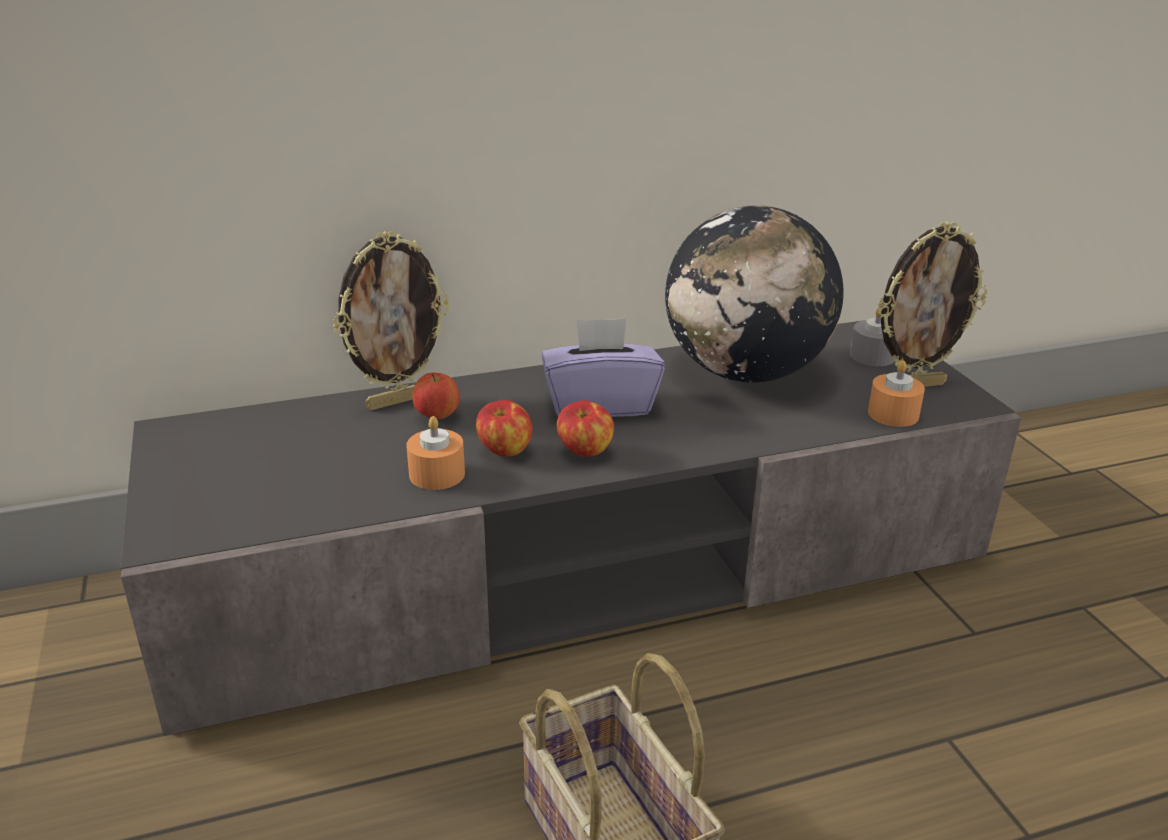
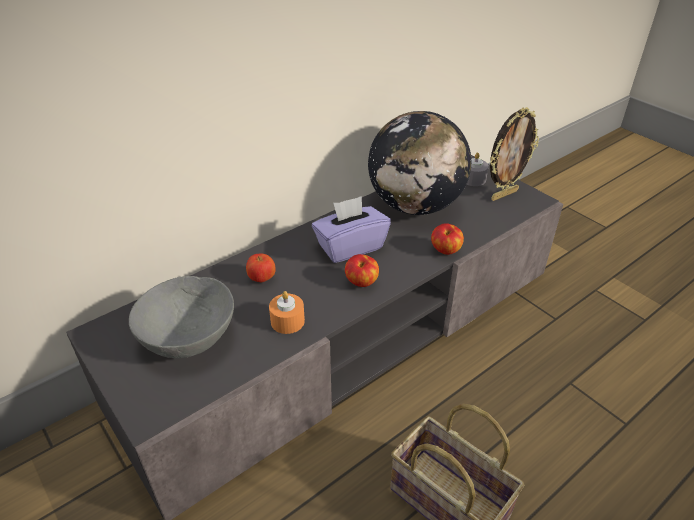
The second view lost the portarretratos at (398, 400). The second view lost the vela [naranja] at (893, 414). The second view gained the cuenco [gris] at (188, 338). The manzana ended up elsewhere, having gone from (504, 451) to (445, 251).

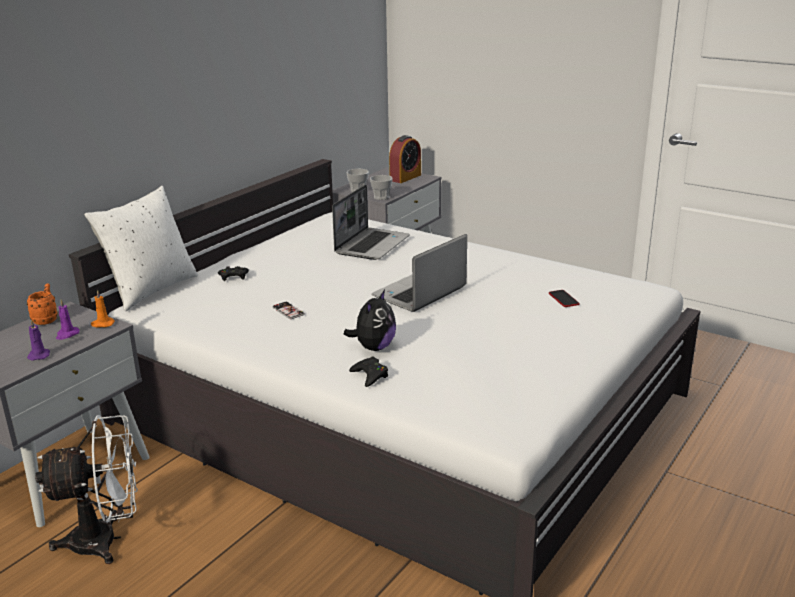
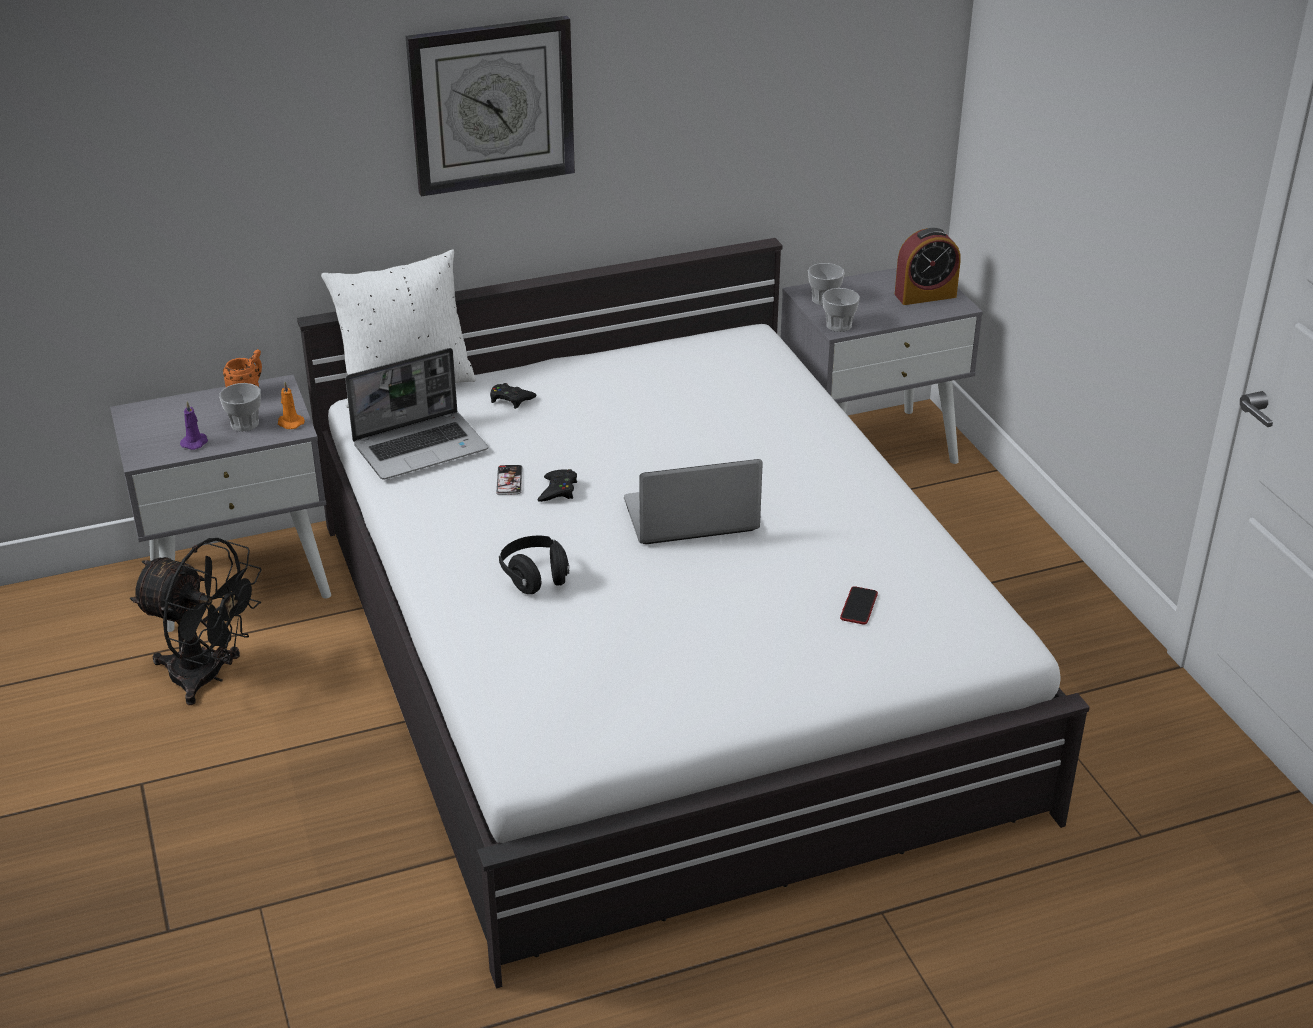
The second view gained the reloj de pared at (491, 105). The portátil ended up elsewhere, having gone from (372, 245) to (421, 447). The mando de consola [negro] ended up elsewhere, having gone from (370, 375) to (558, 490). Where the vela [morado] stood at (67, 334), the taza came to stand at (244, 424). Where the peluche stood at (374, 347), the auriculares [negro] came to stand at (535, 577). What was the ventilador [blanco] at (106, 540) turned into the ventilador [negro] at (208, 677).

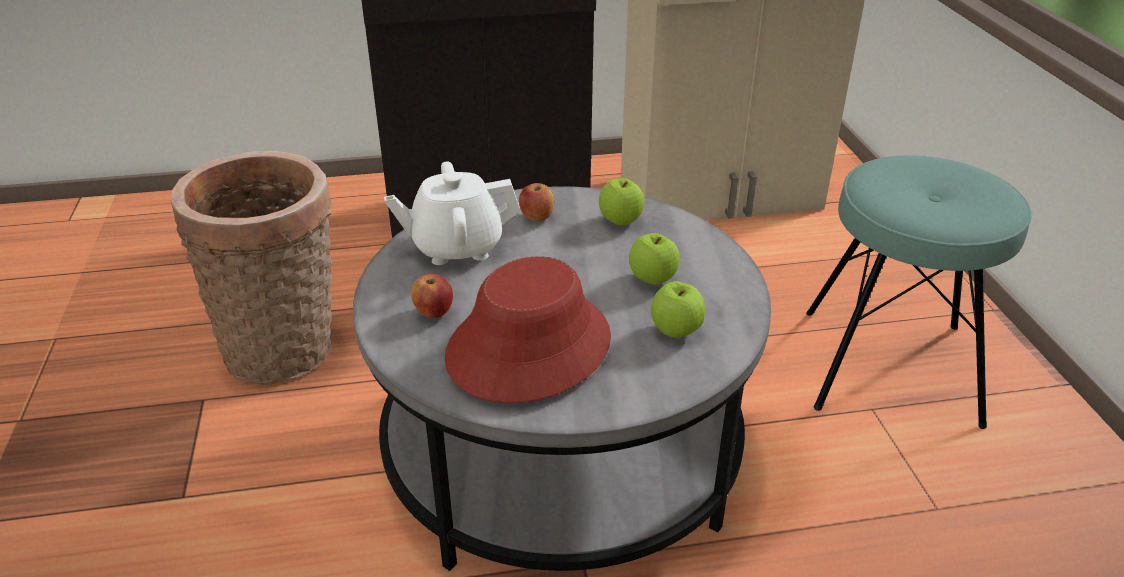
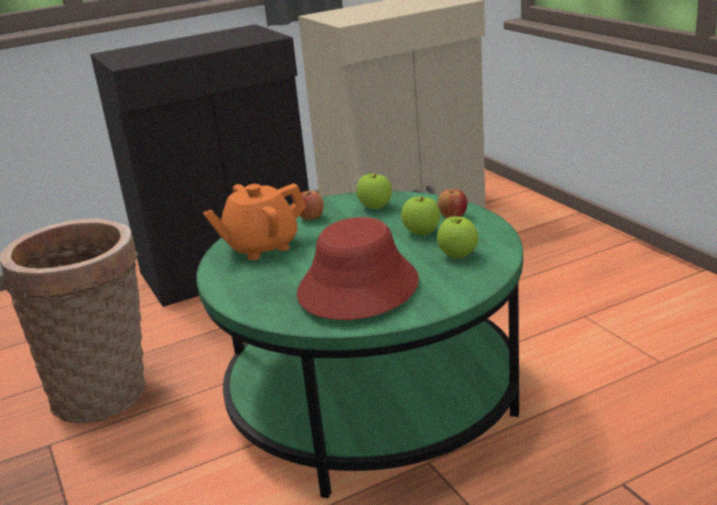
The second view lost the taburete [turquesa] at (889, 366). The manzana ended up elsewhere, having gone from (434, 312) to (453, 217). What was the mesa de centro [gris] at (561, 449) turned into the mesa de centro [verde] at (372, 398). What was the tetera [blanco] at (456, 247) turned into the tetera [naranja] at (261, 247).

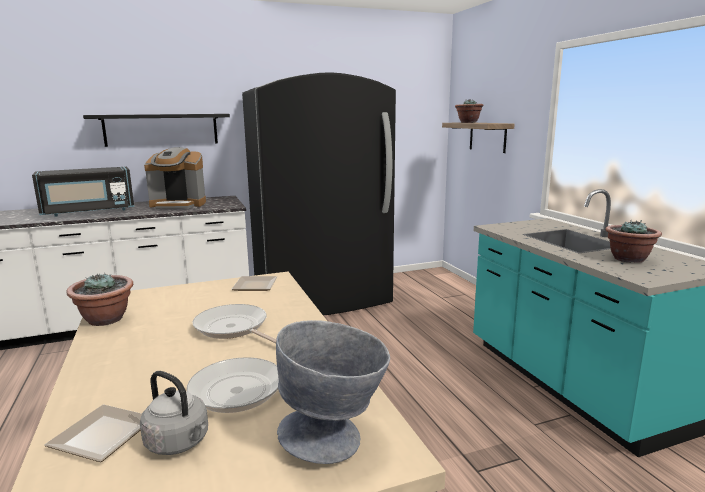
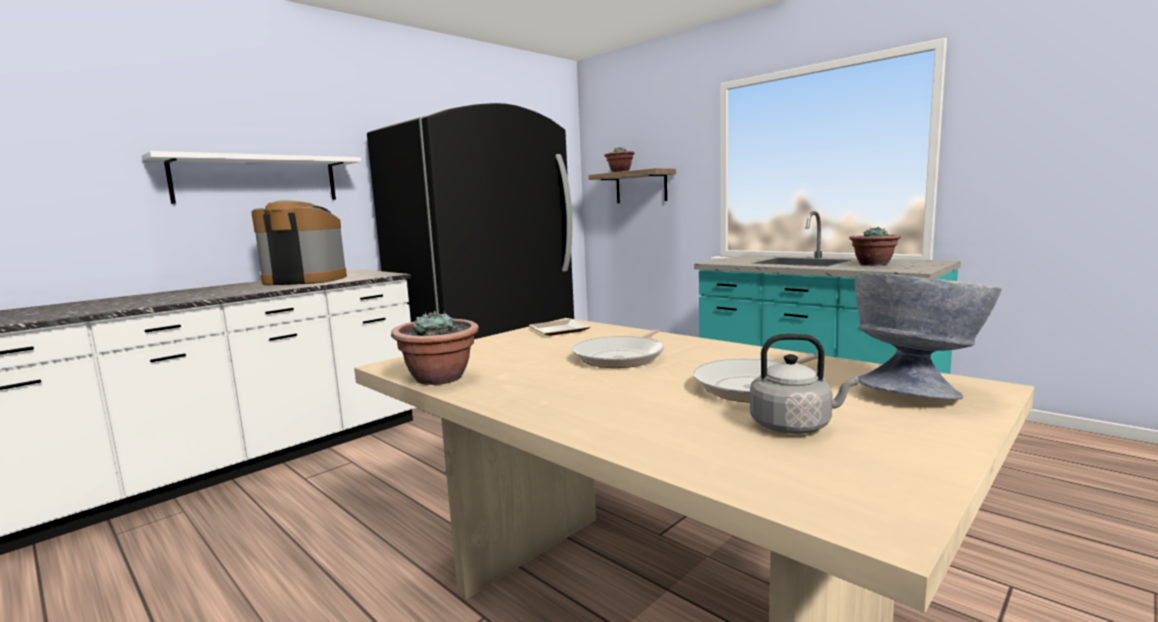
The second view lost the microondas [negro] at (88, 211). The second view lost the plato at (99, 437). What was the estante [negro] at (161, 129) turned into the estante [blanco] at (257, 180). The cafetera at (178, 205) ended up facing another way, 150 degrees counterclockwise from before. The sartén at (233, 328) ended up facing another way, 75 degrees counterclockwise from before.

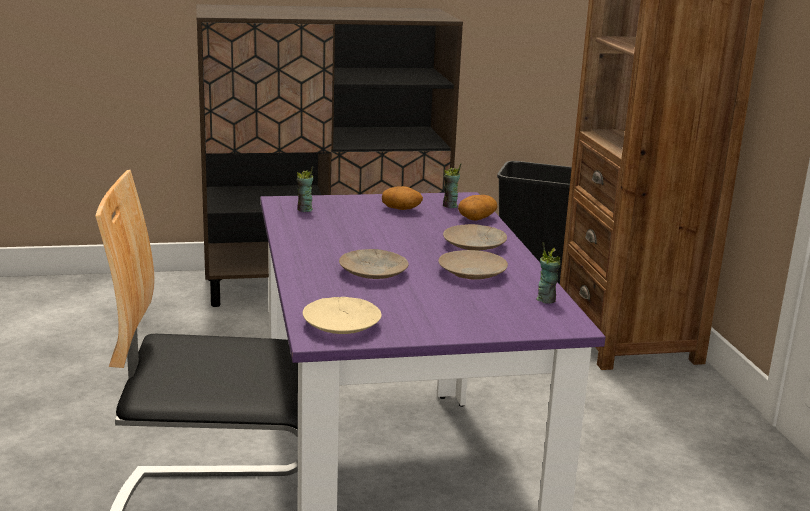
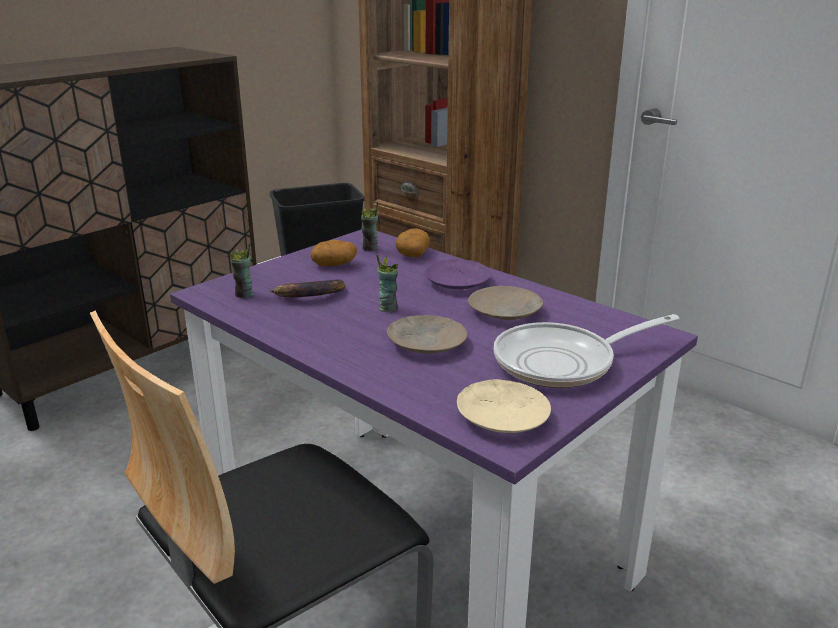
The second view gained the plátano at (308, 296). The second view gained the sartén at (563, 362). The taza ended up elsewhere, having gone from (546, 299) to (388, 308). What was the plato [beis] at (475, 245) turned into the plato [morado] at (458, 281).

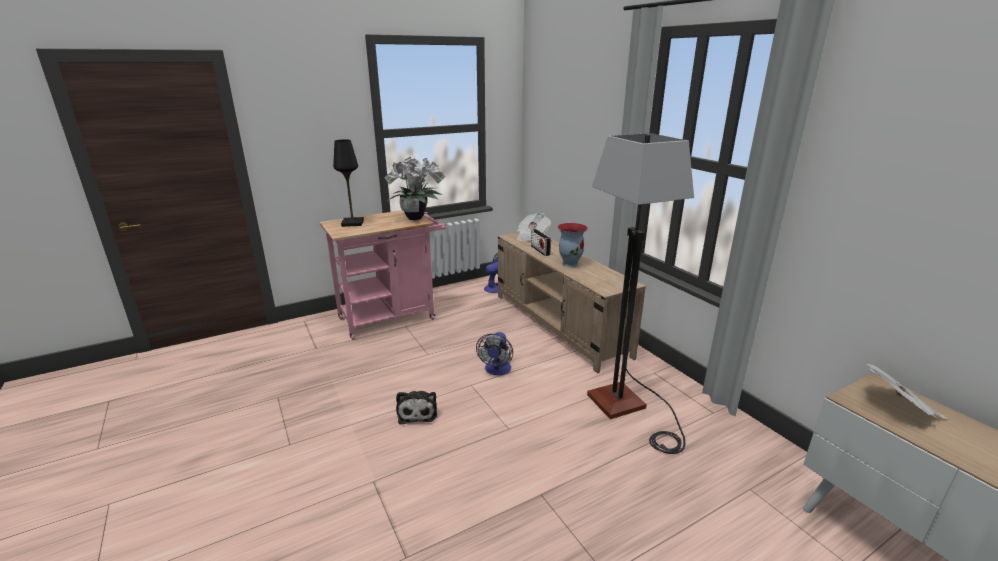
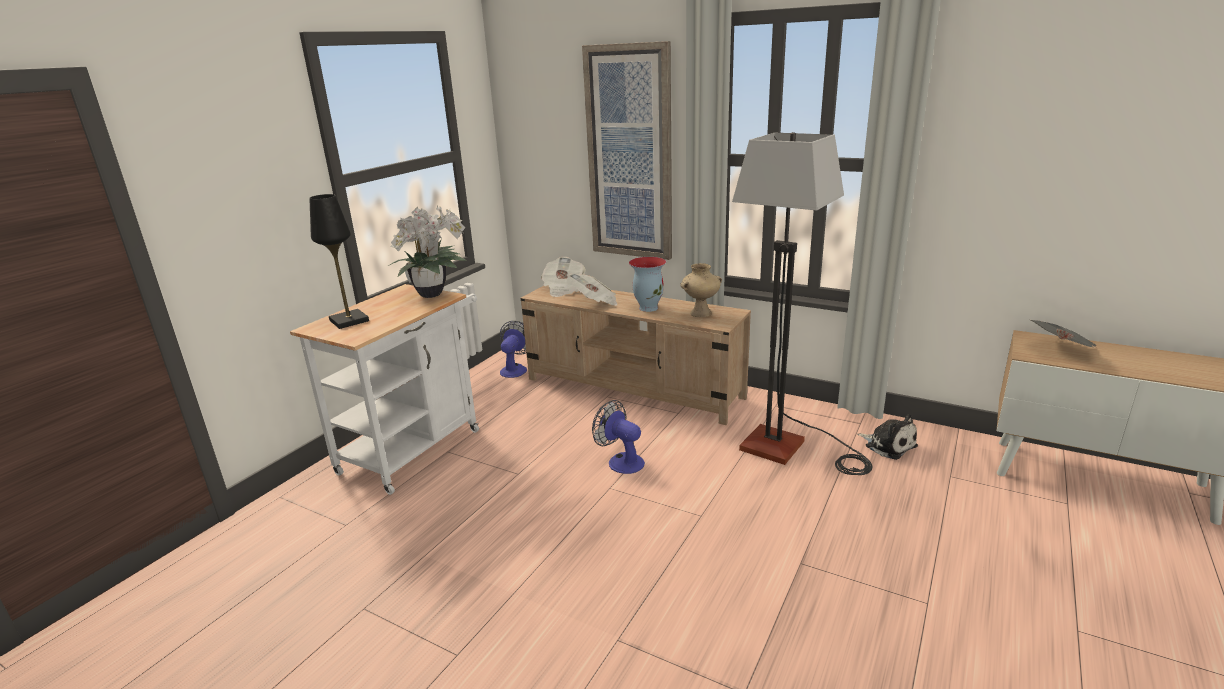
The second view gained the cuadro at (630, 154). The second view gained the florero [beis] at (701, 313). The peluche ended up elsewhere, having gone from (417, 412) to (888, 445). Where the radio stood at (540, 250), the periódico came to stand at (595, 302). What was the carrito [rosa] at (392, 317) turned into the carrito [blanco] at (416, 446). The ventilador at (497, 370) ended up facing another way, 150 degrees clockwise from before.

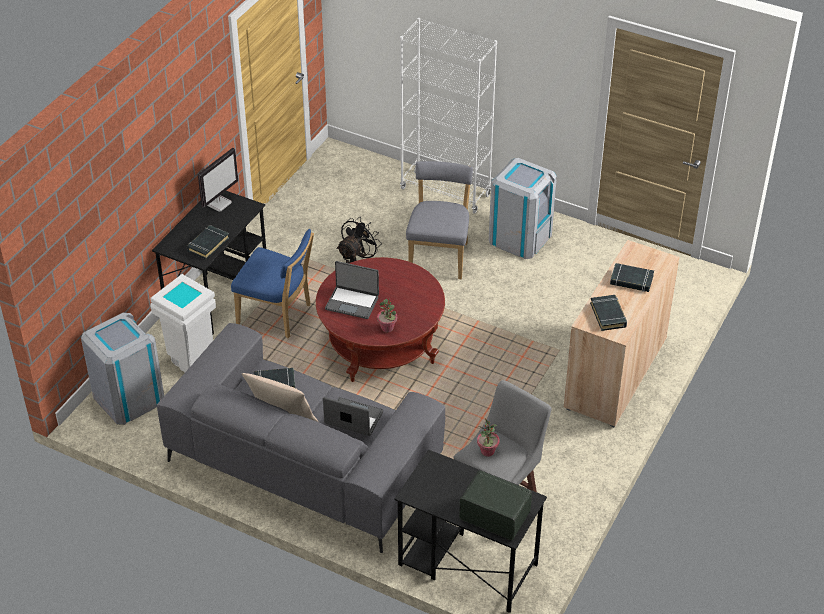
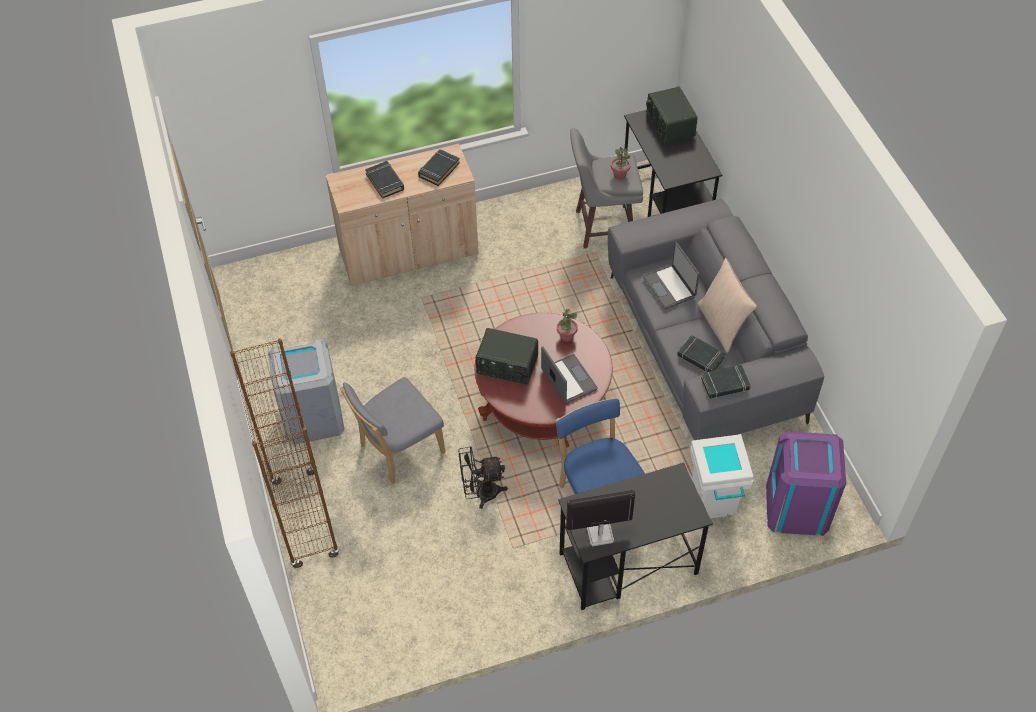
The second view gained the radio at (507, 366). The libro [negro] ended up elsewhere, having gone from (207, 244) to (725, 384). What was the papelera [gris] at (128, 398) turned into the papelera [morado] at (797, 507). What was the estantería [blanco] at (445, 192) turned into the estantería [marrón] at (305, 519).

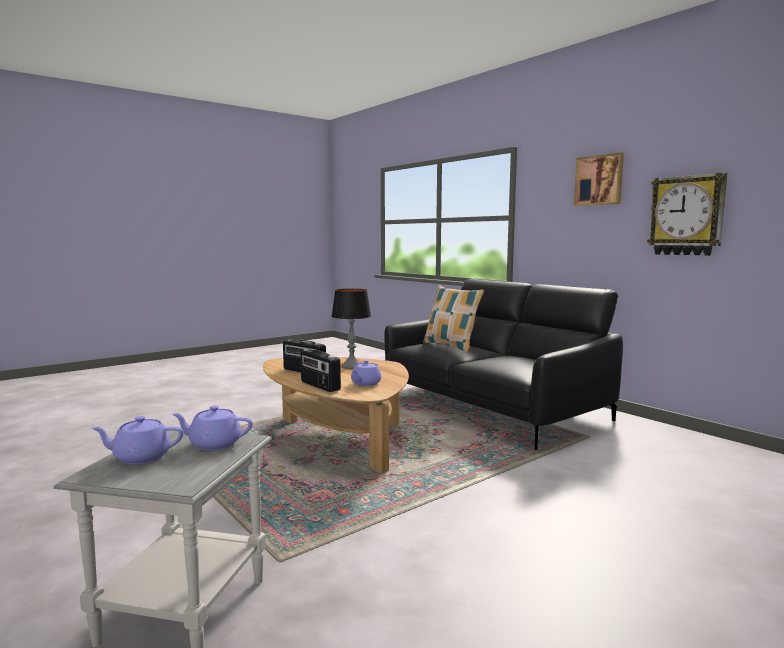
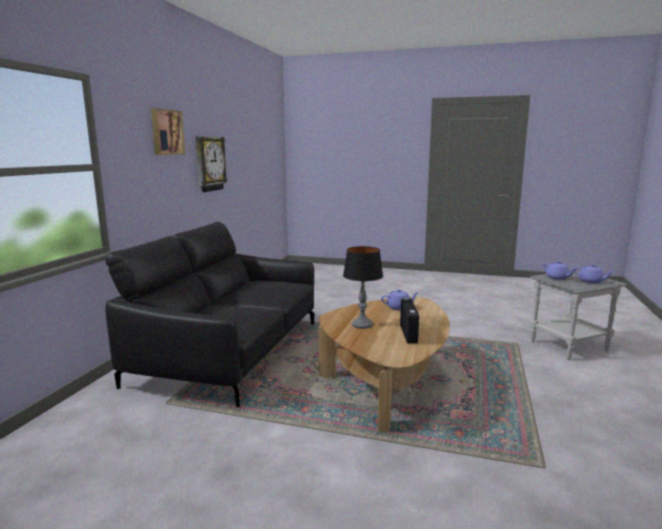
The second view lost the radio at (319, 386). The second view lost the cojín at (451, 346).

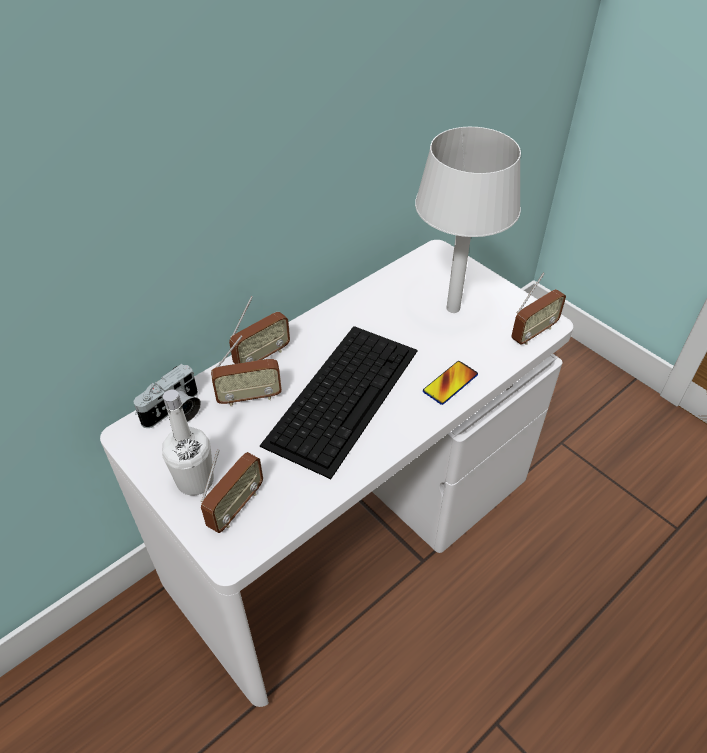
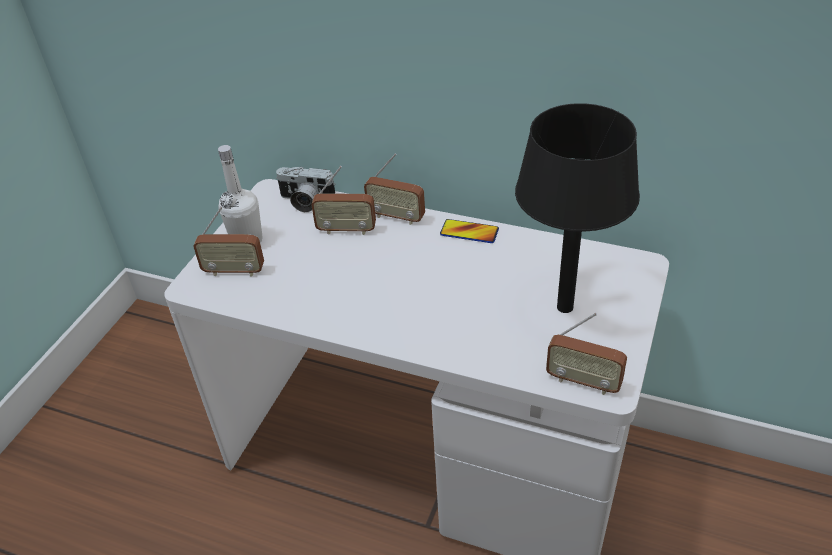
The second view lost the teclado at (343, 394). The móvil ended up elsewhere, having gone from (450, 383) to (469, 232). What was the lámpara de mesa [blanco] at (452, 309) turned into the lámpara de mesa [negro] at (563, 307). The radio at (249, 397) ended up facing another way, 45 degrees counterclockwise from before.

